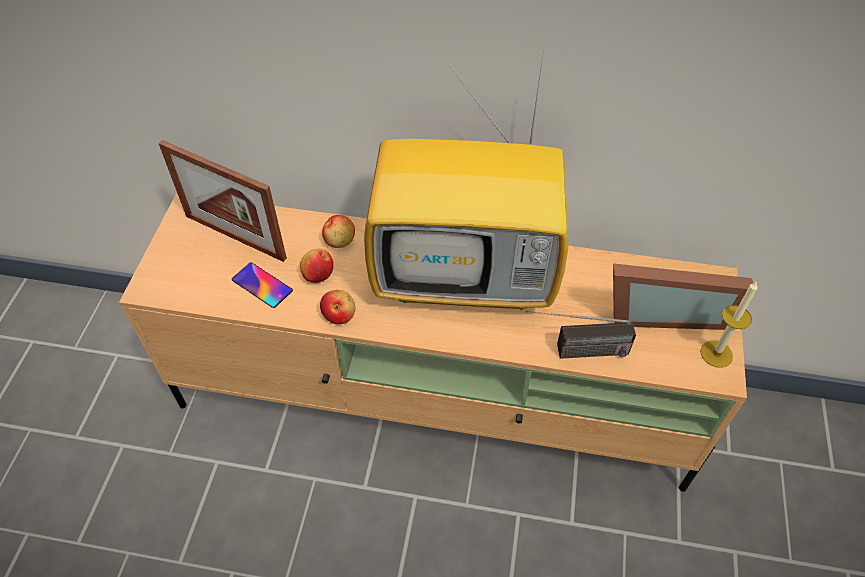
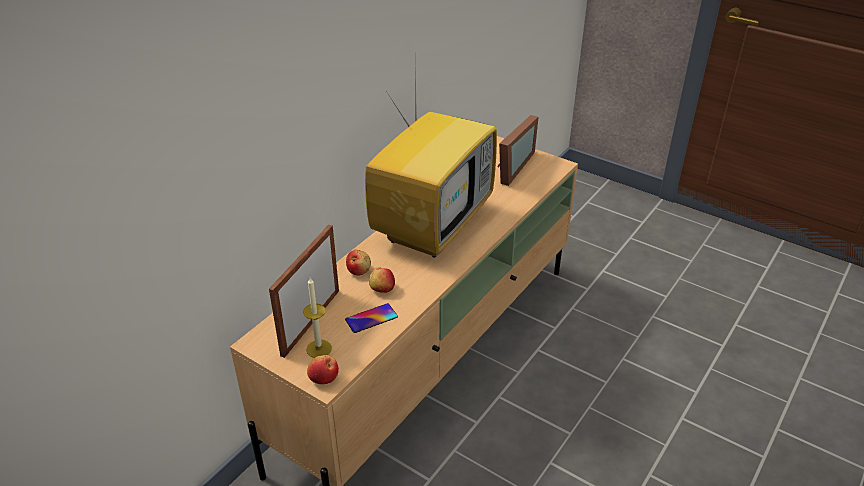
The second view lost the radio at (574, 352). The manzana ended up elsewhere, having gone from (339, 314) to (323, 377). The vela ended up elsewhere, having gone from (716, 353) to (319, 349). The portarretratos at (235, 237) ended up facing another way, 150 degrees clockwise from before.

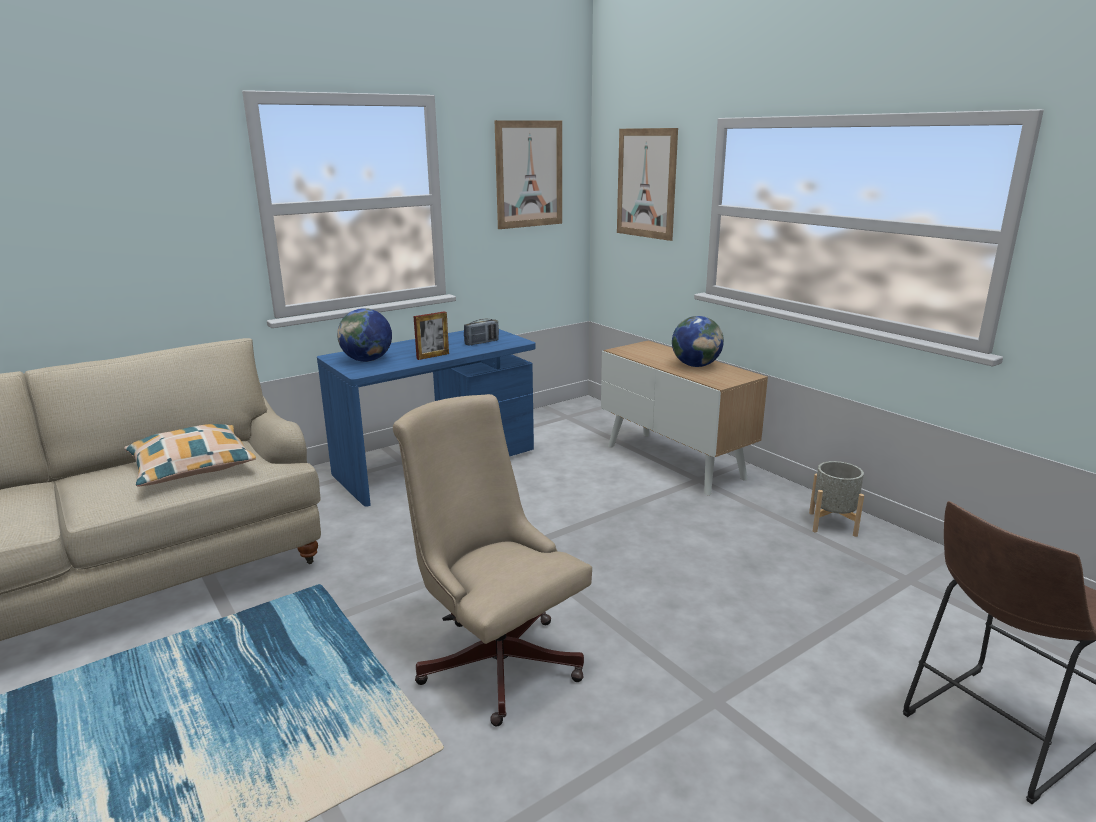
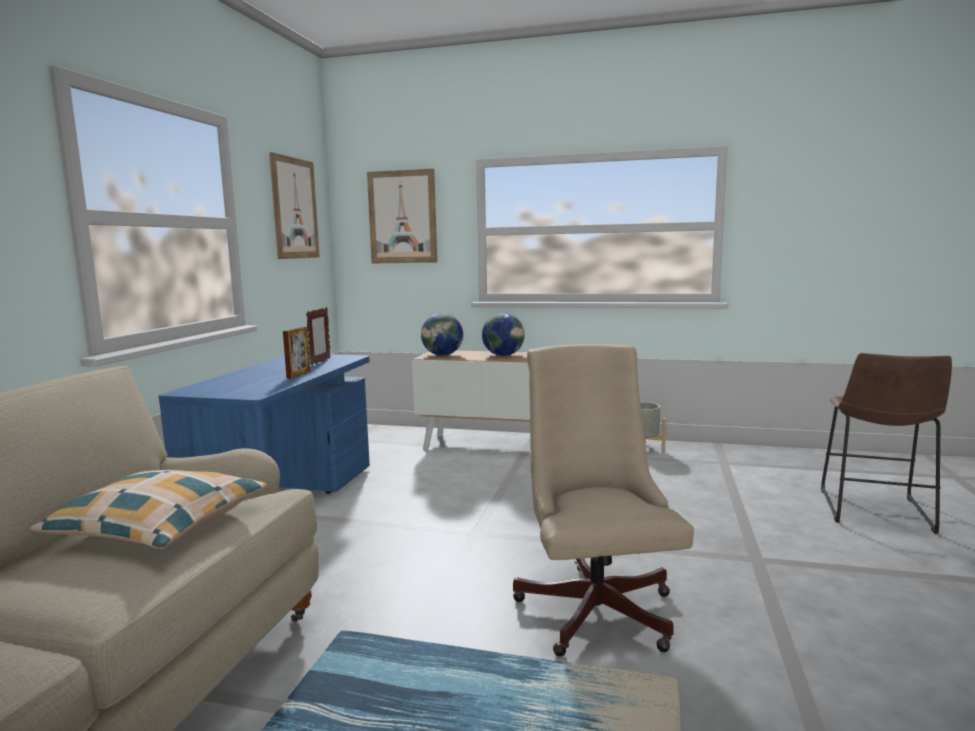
The globo terráqueo ended up elsewhere, having gone from (367, 360) to (442, 355). Where the radio stood at (481, 343), the portarretratos came to stand at (320, 362). The silla de oficina [beis] at (494, 657) ended up facing another way, 75 degrees clockwise from before.

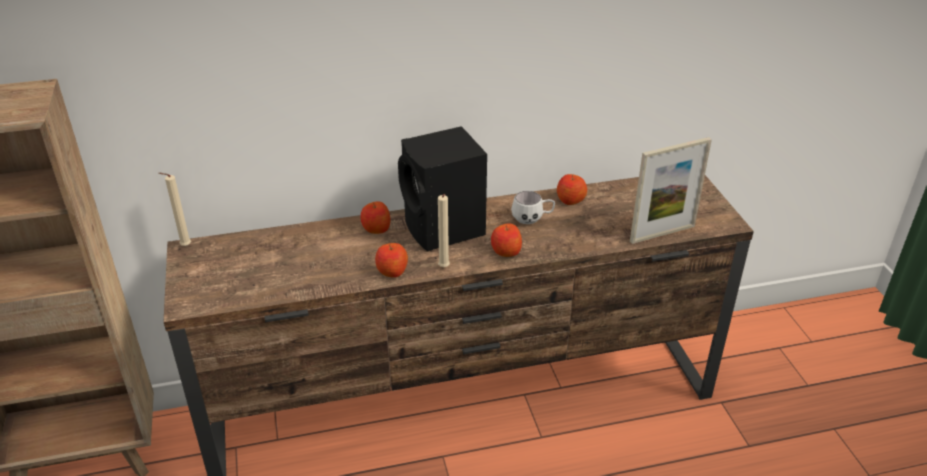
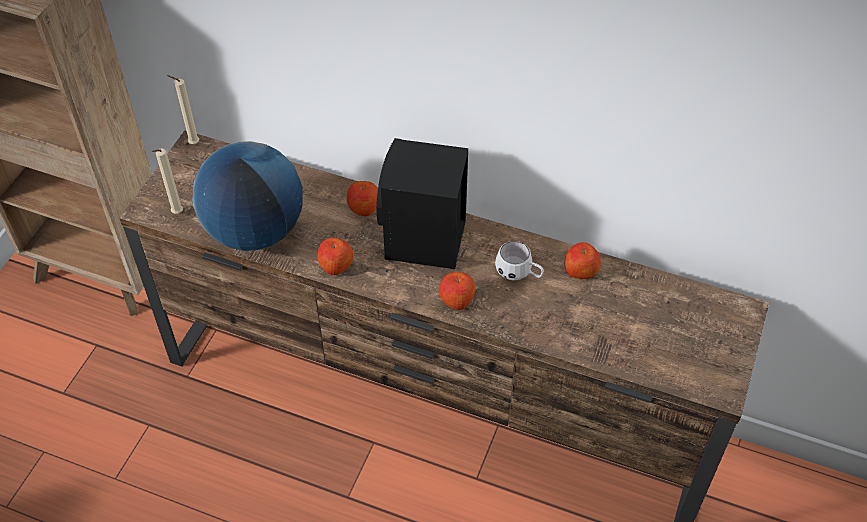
The second view lost the portarretratos at (662, 233). The second view gained the globo terráqueo at (255, 231). The vela [beis] ended up elsewhere, having gone from (443, 268) to (176, 213).

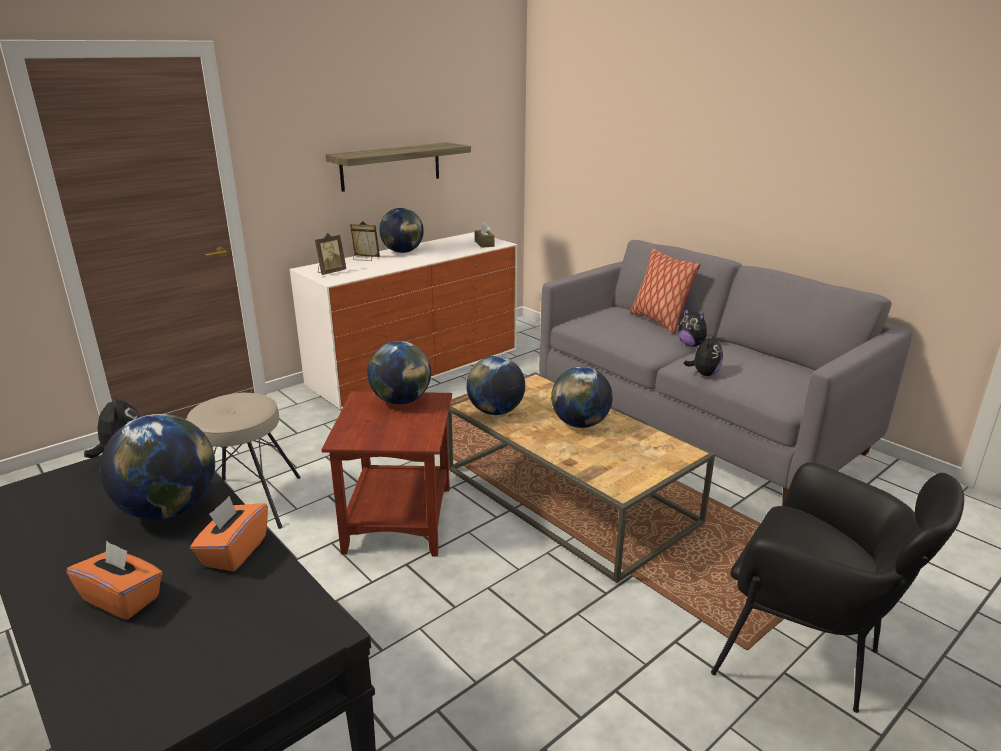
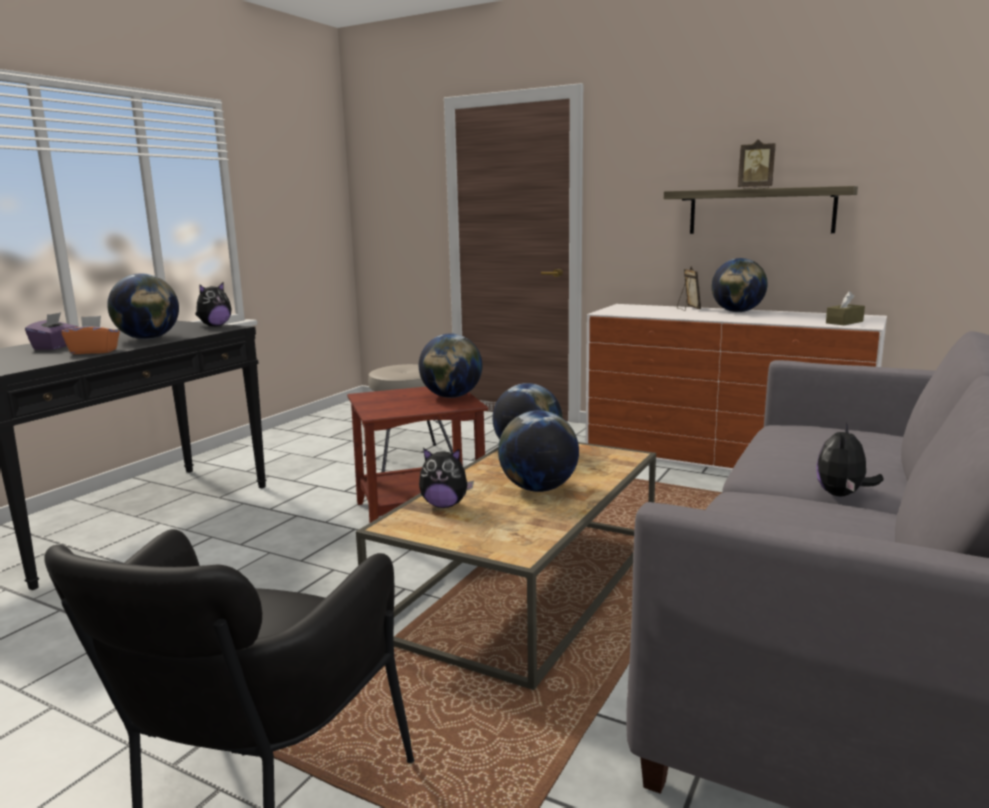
The second view lost the cojín at (659, 321). The portarretratos ended up elsewhere, having gone from (330, 272) to (755, 188). The peluche ended up elsewhere, having gone from (704, 374) to (444, 505). What was the caja de pañuelos [naranja] at (123, 598) turned into the caja de pañuelos [morado] at (55, 347).

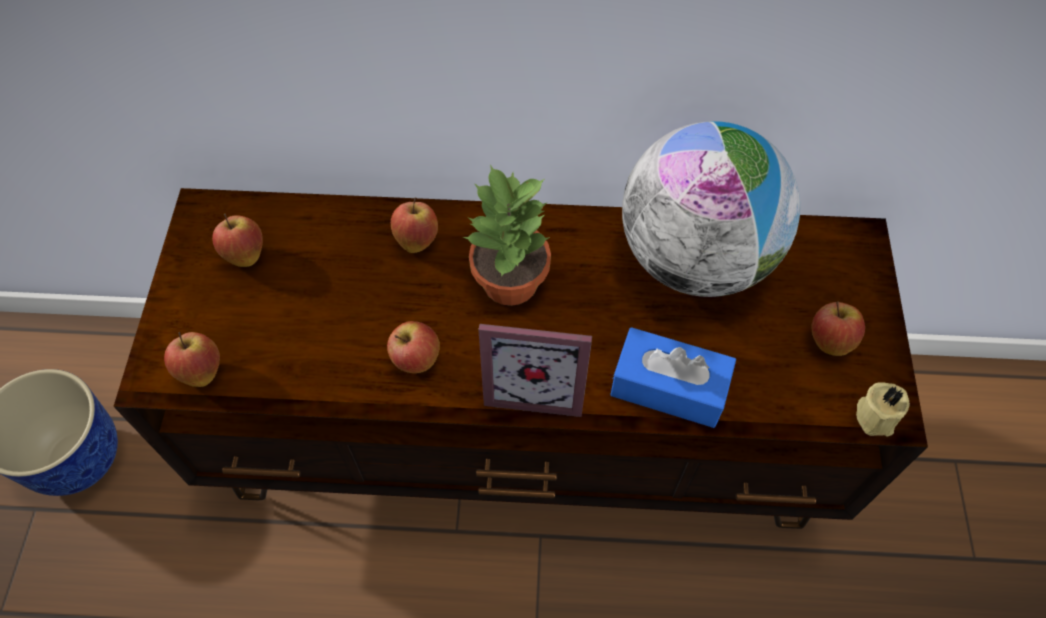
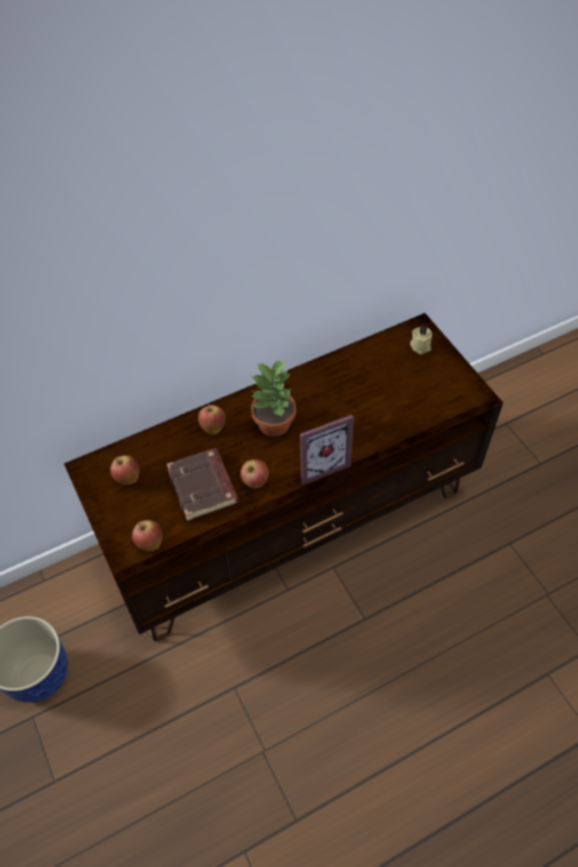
The second view lost the caja de pañuelos [azul] at (668, 387). The second view lost the globo terráqueo at (695, 258). The second view lost the manzana at (829, 341). The second view gained the libro [marrón] at (204, 487). The vela [beis] ended up elsewhere, having gone from (877, 416) to (421, 345).

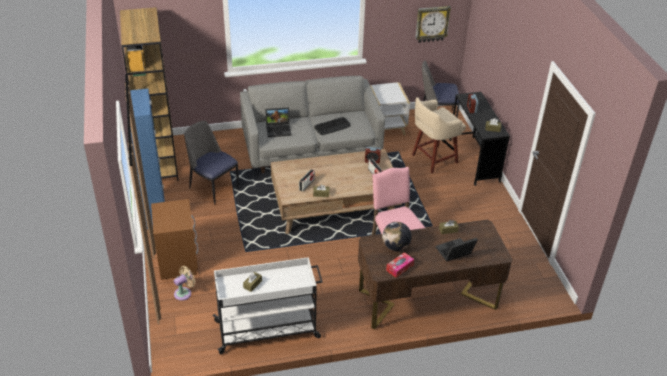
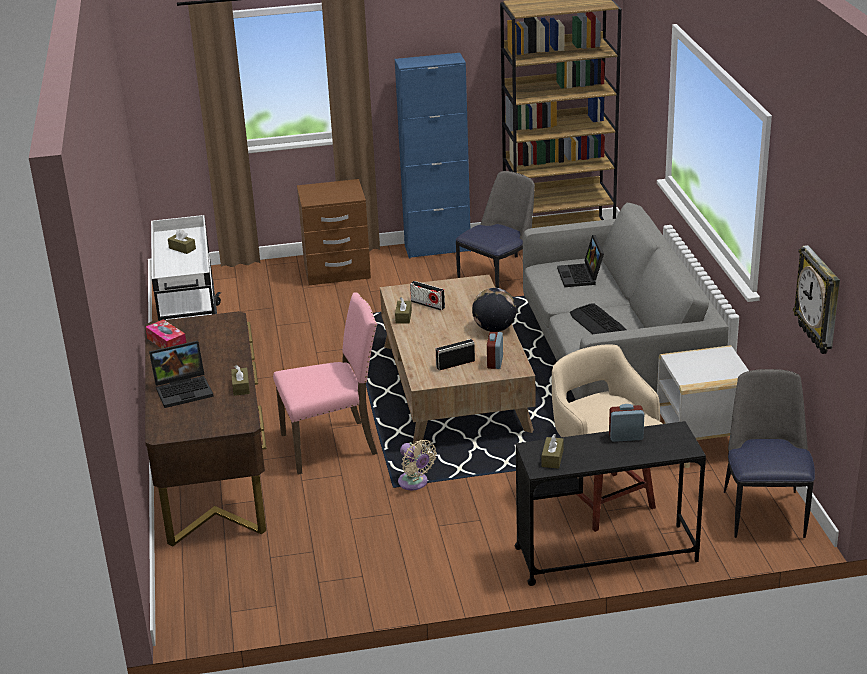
The ventilador [beis] ended up elsewhere, having gone from (184, 293) to (415, 483). The globo terráqueo ended up elsewhere, having gone from (395, 246) to (494, 329). The portátil at (454, 252) ended up facing another way, 90 degrees clockwise from before.

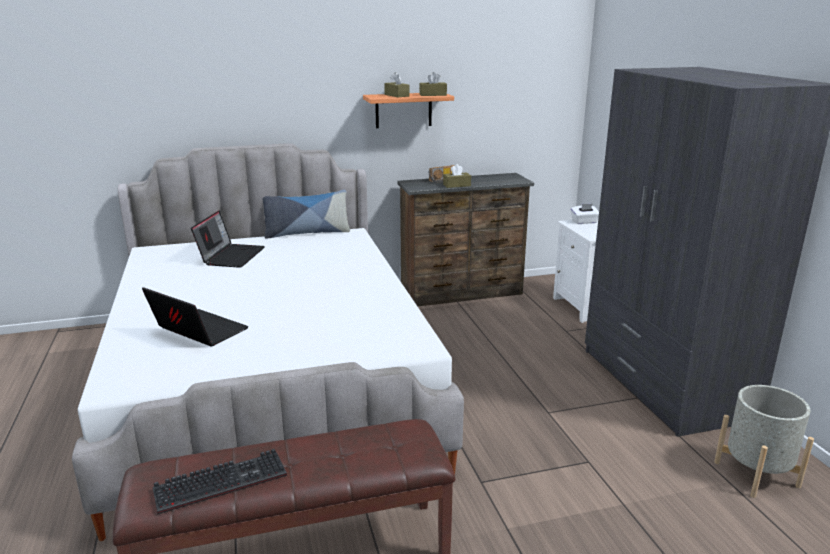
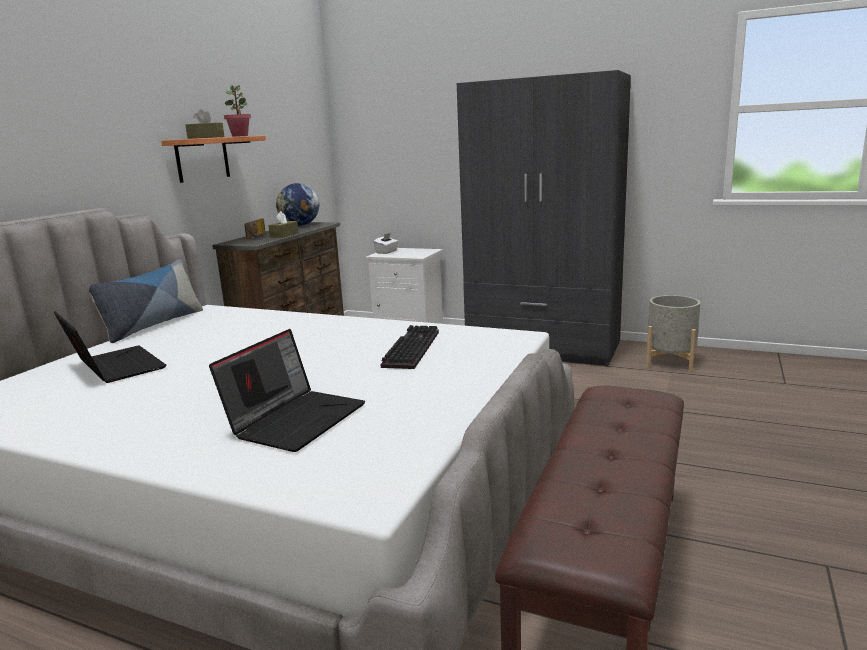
The second view gained the globo terráqueo at (300, 225). The teclado ended up elsewhere, having gone from (222, 481) to (410, 348). Where the caja de pañuelos [marrón] stood at (433, 95), the planta en maceta came to stand at (240, 136). The portátil at (197, 331) ended up facing another way, 135 degrees clockwise from before.

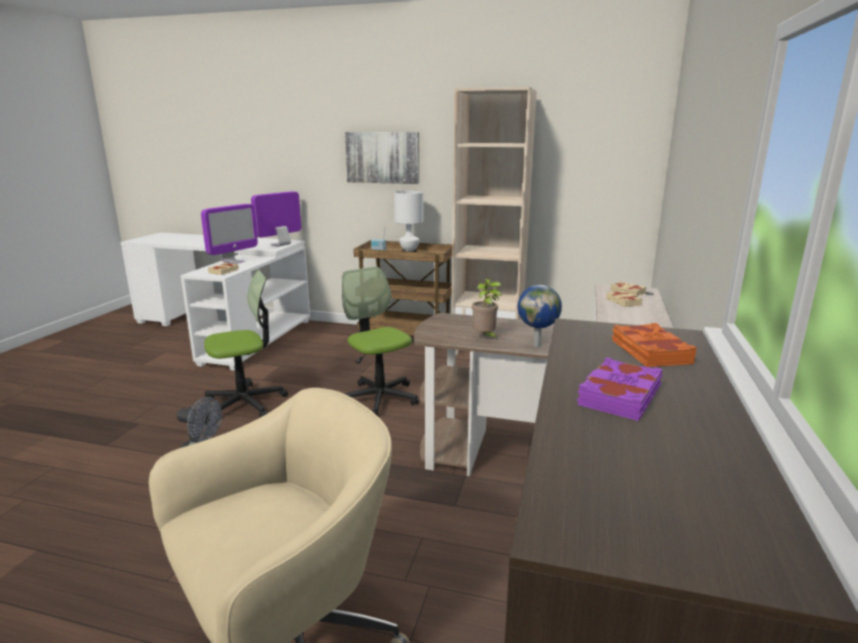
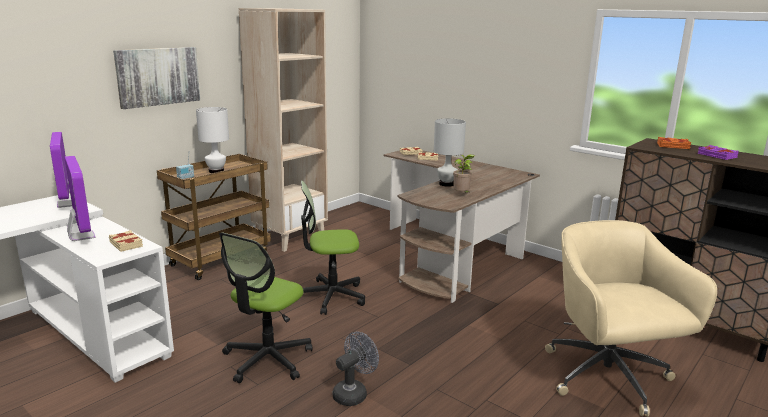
The second view lost the globo terráqueo at (537, 345). The second view gained the lámpara de mesa [blanco] at (447, 184). The silla de oficina at (245, 403) ended up facing another way, 150 degrees counterclockwise from before.

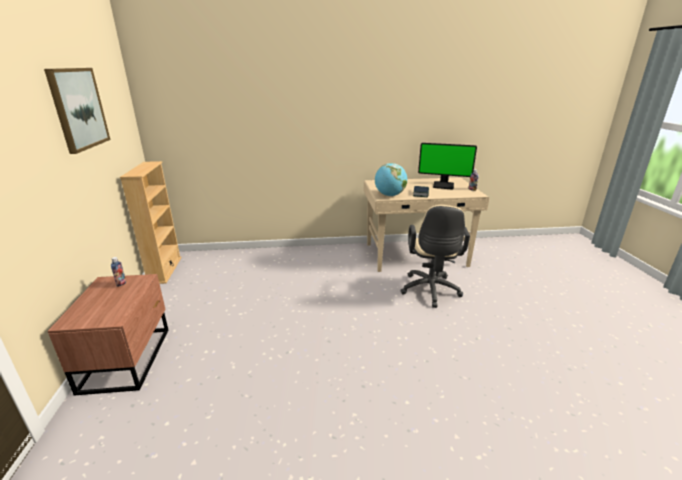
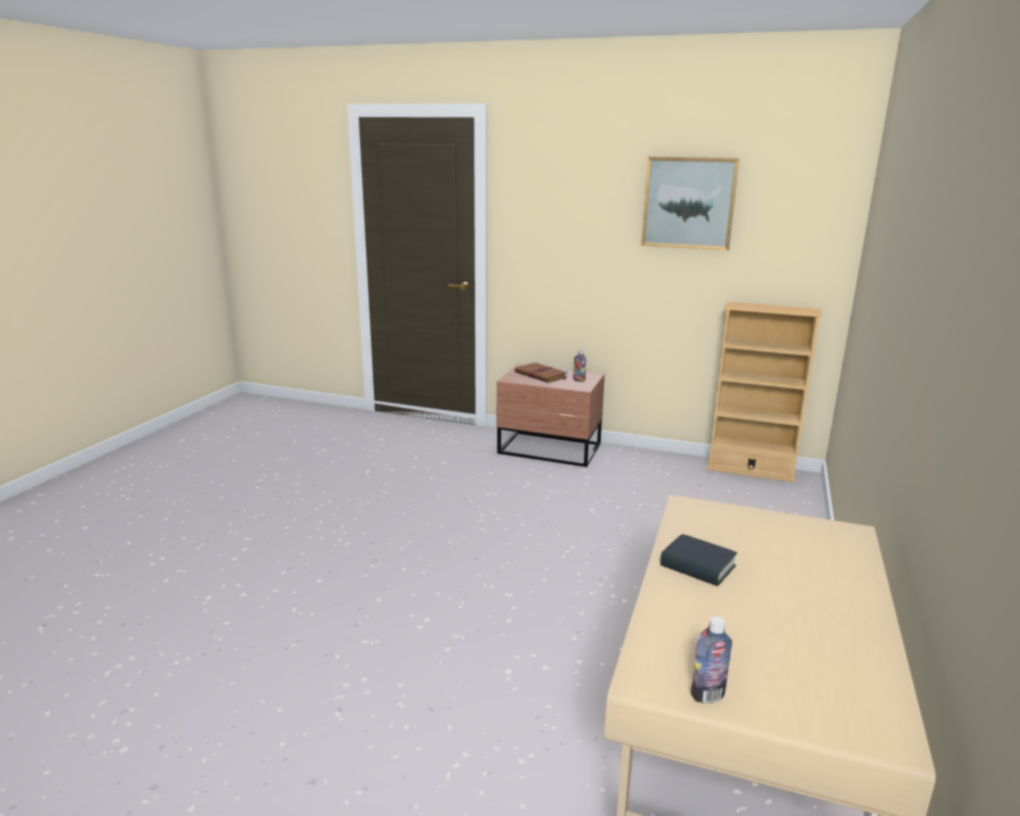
The second view lost the globo terráqueo at (389, 195). The second view lost the silla de oficina [beis] at (430, 291). The second view lost the monitor at (443, 185). The second view gained the libro [marrón] at (541, 375).

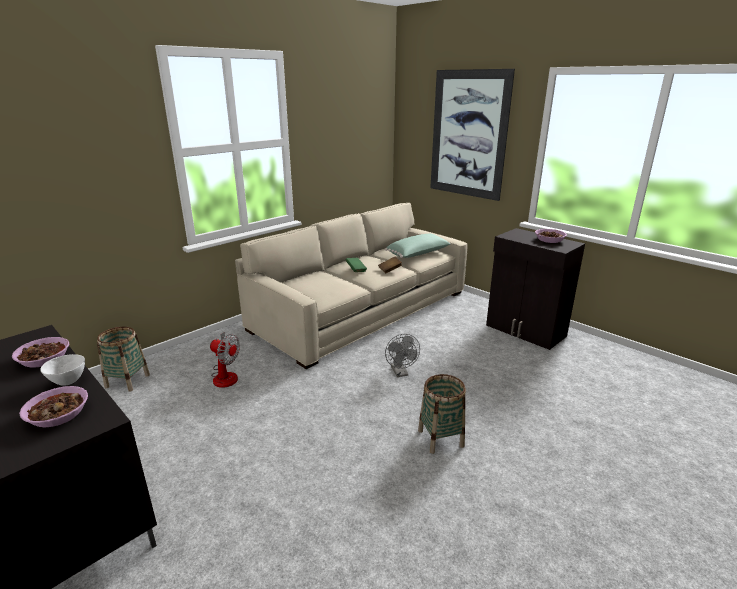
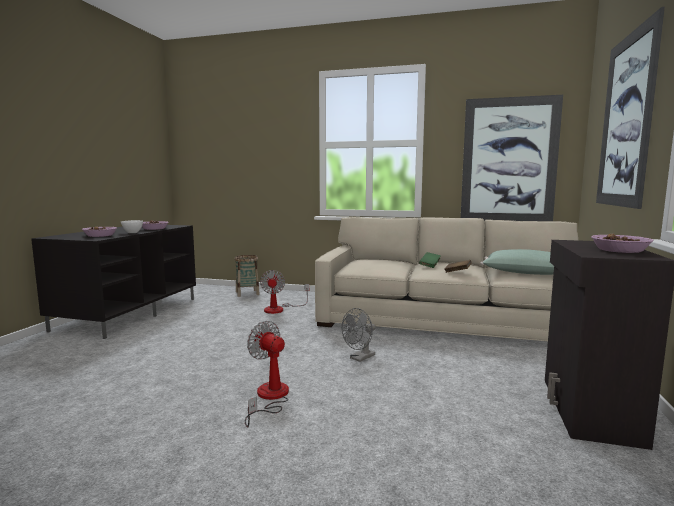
The second view gained the cuadro at (509, 160). Where the cesta stood at (440, 438), the ventilador came to stand at (269, 398).

